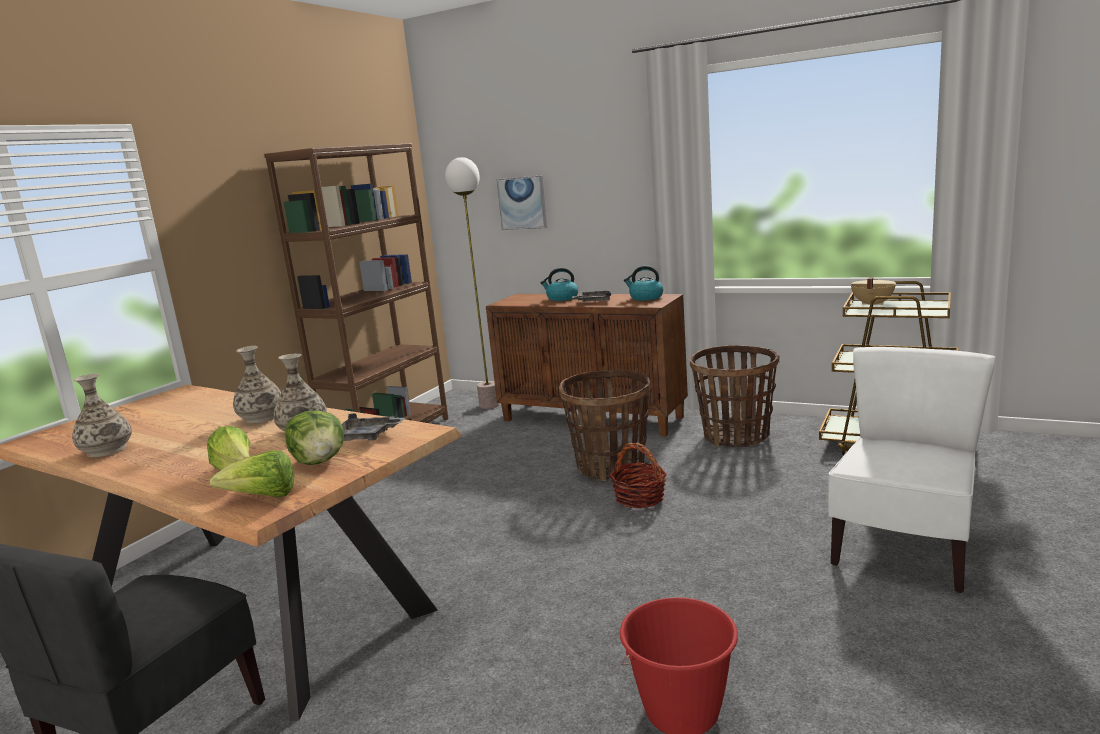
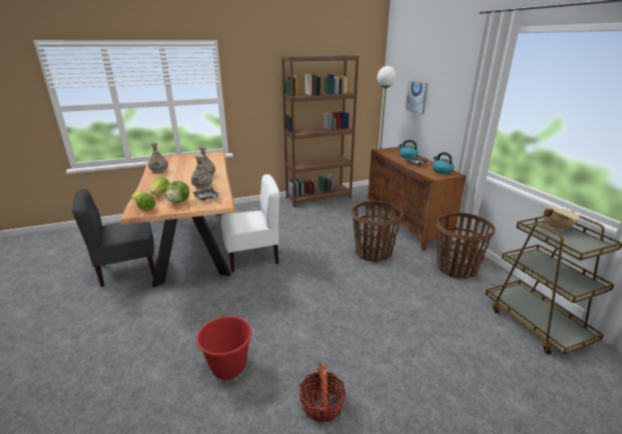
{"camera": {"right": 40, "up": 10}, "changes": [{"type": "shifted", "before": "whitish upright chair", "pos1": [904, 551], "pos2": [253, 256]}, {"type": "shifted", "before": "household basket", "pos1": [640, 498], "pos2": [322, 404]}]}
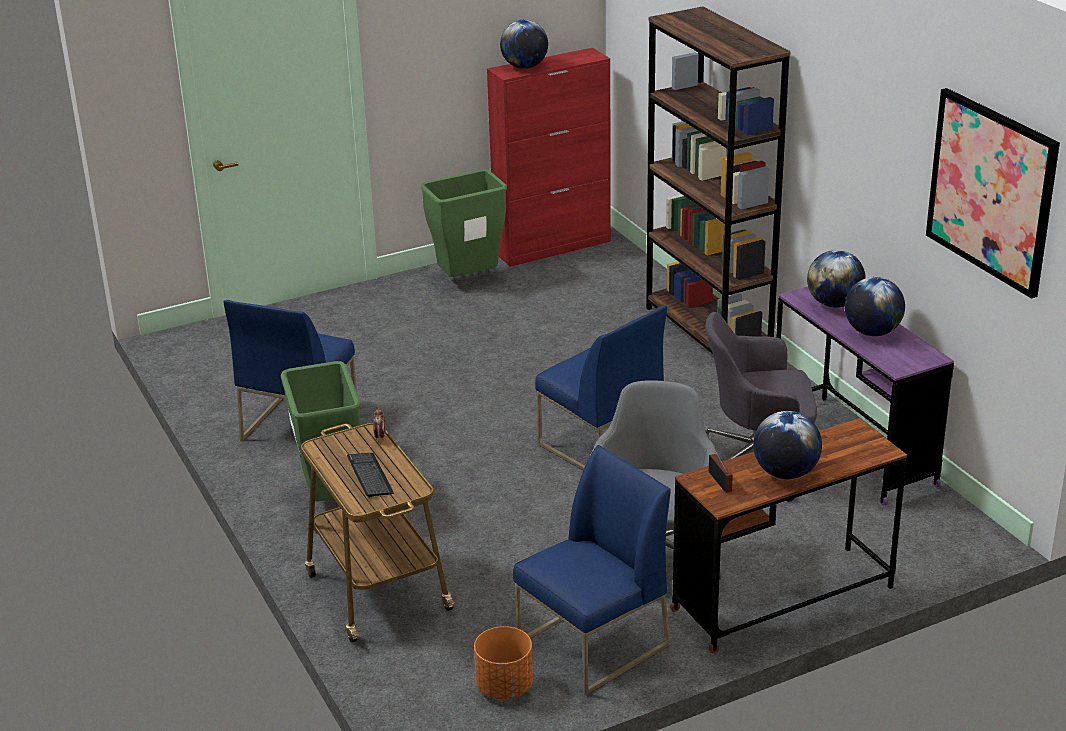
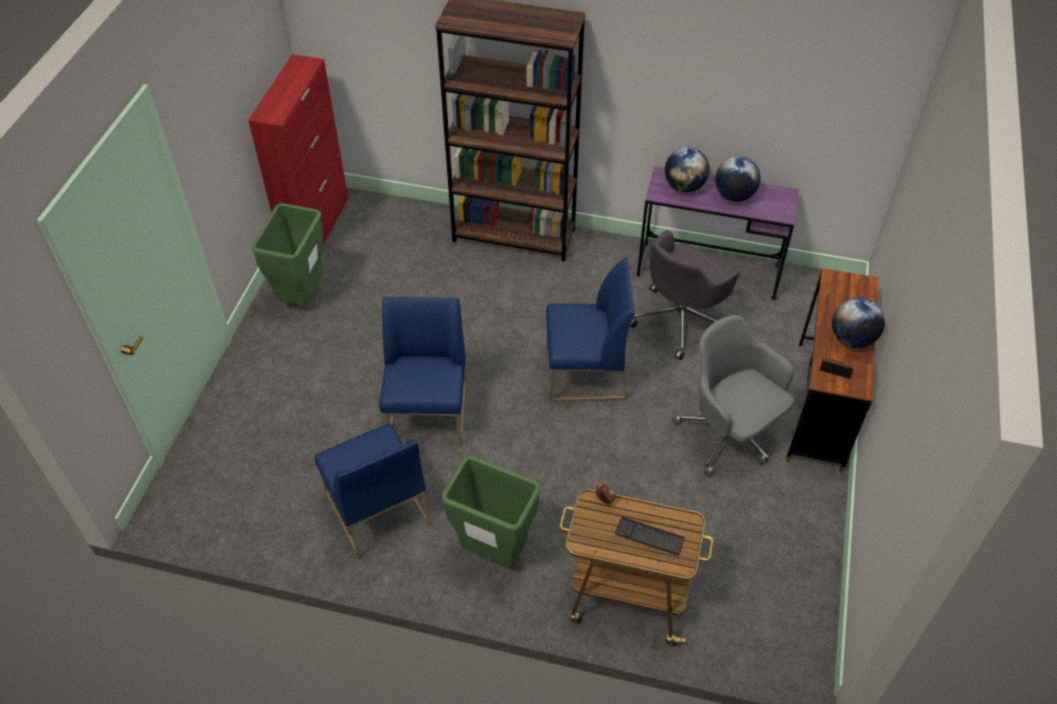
{"camera": {"right": -50, "up": 20}, "changes": [{"type": "shifted", "before": "bluish upright chair", "pos1": [593, 645], "pos2": [428, 414]}, {"type": "gone", "before": "orange planter", "pos1": [505, 686]}, {"type": "gone", "before": "world globe", "pos1": [524, 67]}, {"type": "gone", "before": "wall picture", "pos1": [991, 191]}]}
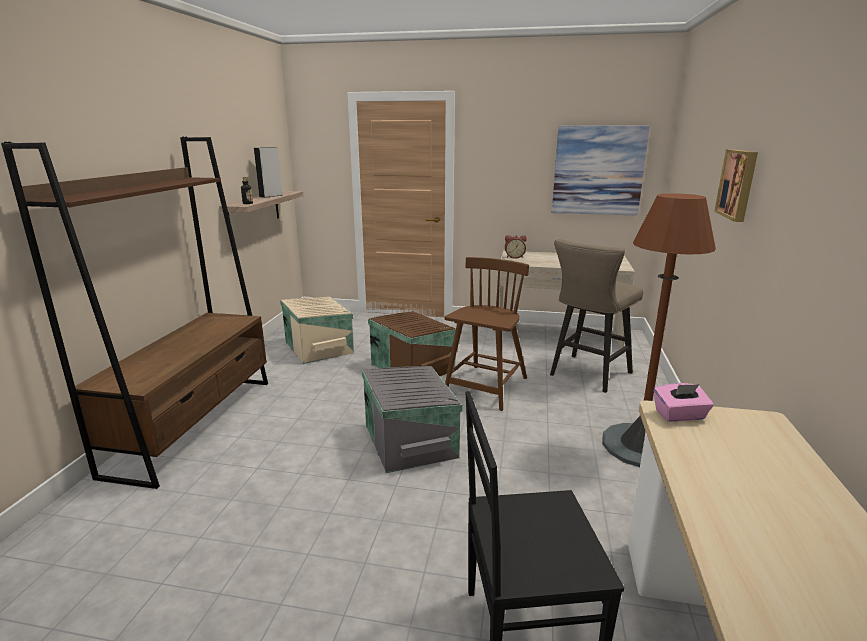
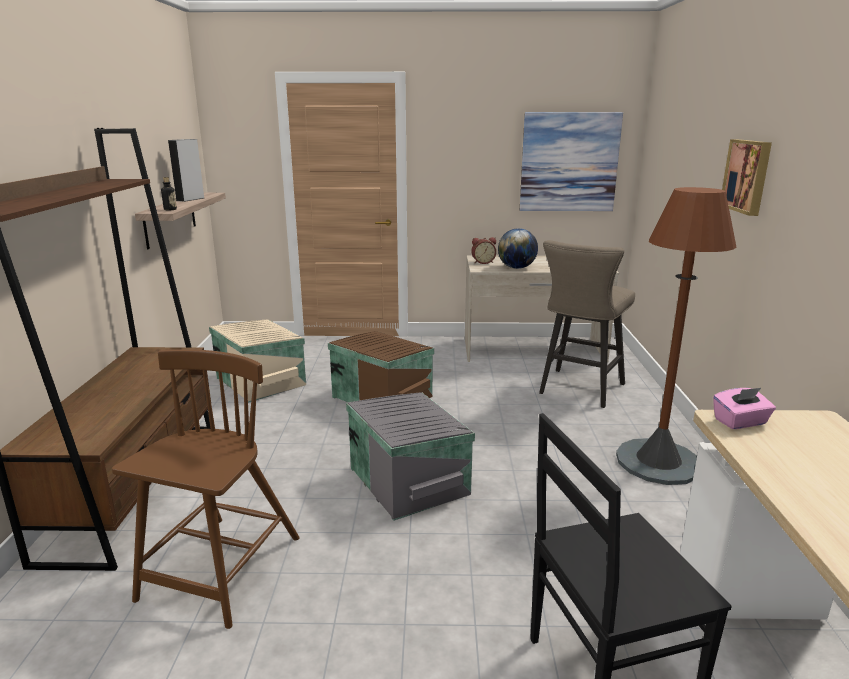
{"camera": {"right": -10, "up": 0}, "changes": [{"type": "shifted", "before": "brown upright chair", "pos1": [486, 388], "pos2": [220, 570]}, {"type": "new", "after": "world globe", "pos2": [516, 268]}]}
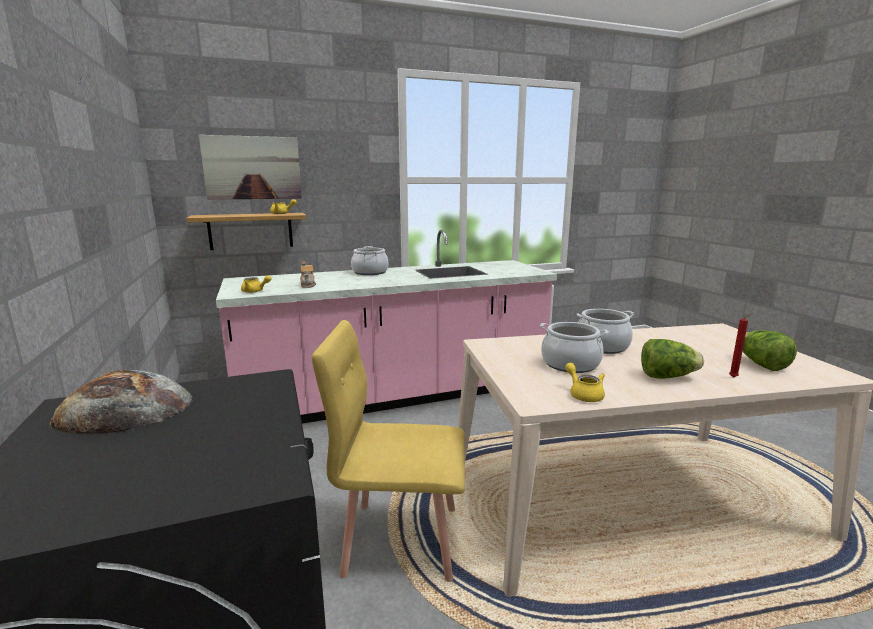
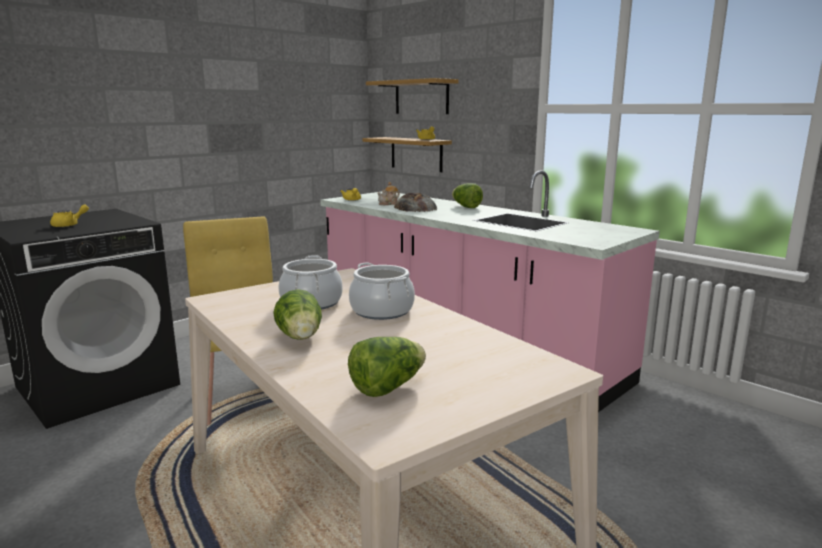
{"camera": {"right": 65, "up": 0}, "changes": [{"type": "shifted", "before": "yellow tea pot", "pos1": [584, 394], "pos2": [69, 225]}, {"type": "swapped", "before": "wall picture", "after": "shelf", "pos1": [252, 168], "pos2": [421, 97]}, {"type": "shifted", "before": "bread", "pos1": [125, 409], "pos2": [415, 208]}, {"type": "swapped", "before": "cooking pot", "after": "lettuce head", "pos1": [370, 272], "pos2": [466, 207]}, {"type": "gone", "before": "red wax light", "pos1": [734, 377]}]}
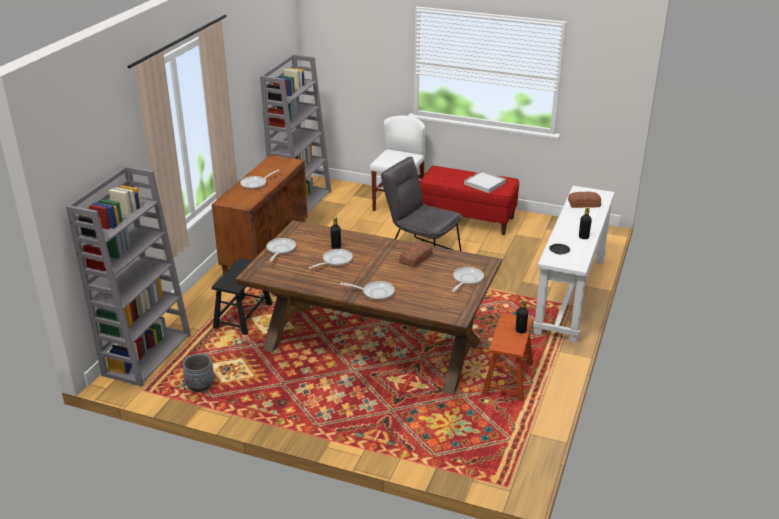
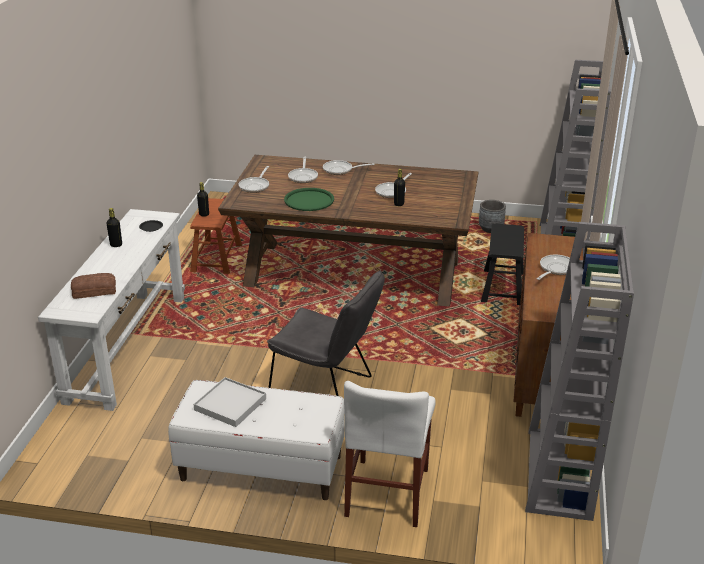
{"camera": {"right": 170, "up": 0}, "changes": [{"type": "repainted", "before": "red bench", "after": "whitish bench", "pos1": [467, 219], "pos2": [261, 468]}, {"type": "swapped", "before": "bread", "after": "green serving tray", "pos1": [416, 258], "pos2": [309, 200]}, {"type": "shifted", "before": "frying pan", "pos1": [280, 250], "pos2": [303, 177]}]}
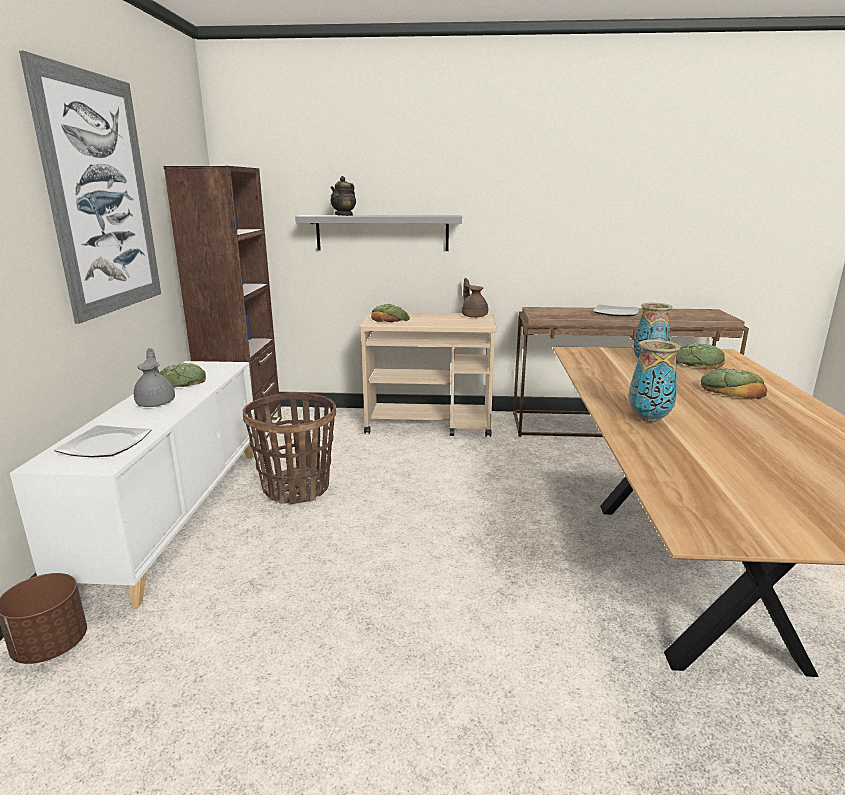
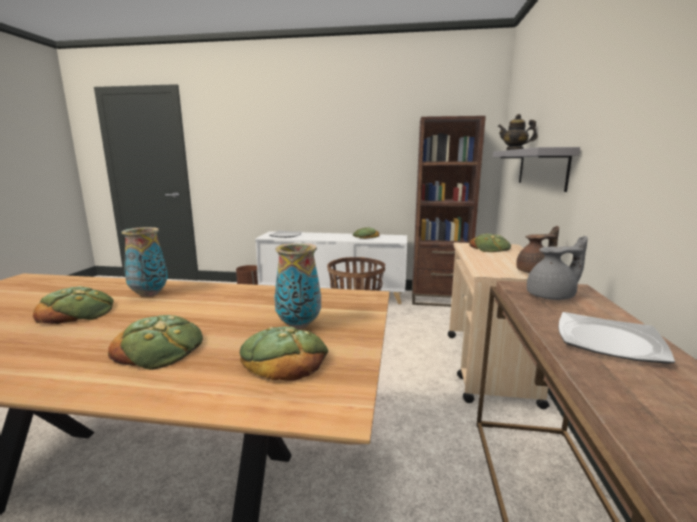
{"camera": {"right": 95, "up": -5}, "changes": [{"type": "new", "after": "bread", "pos2": [77, 312]}, {"type": "shifted", "before": "greyish tea pot", "pos1": [156, 402], "pos2": [552, 296]}, {"type": "gone", "before": "wall picture", "pos1": [101, 195]}]}
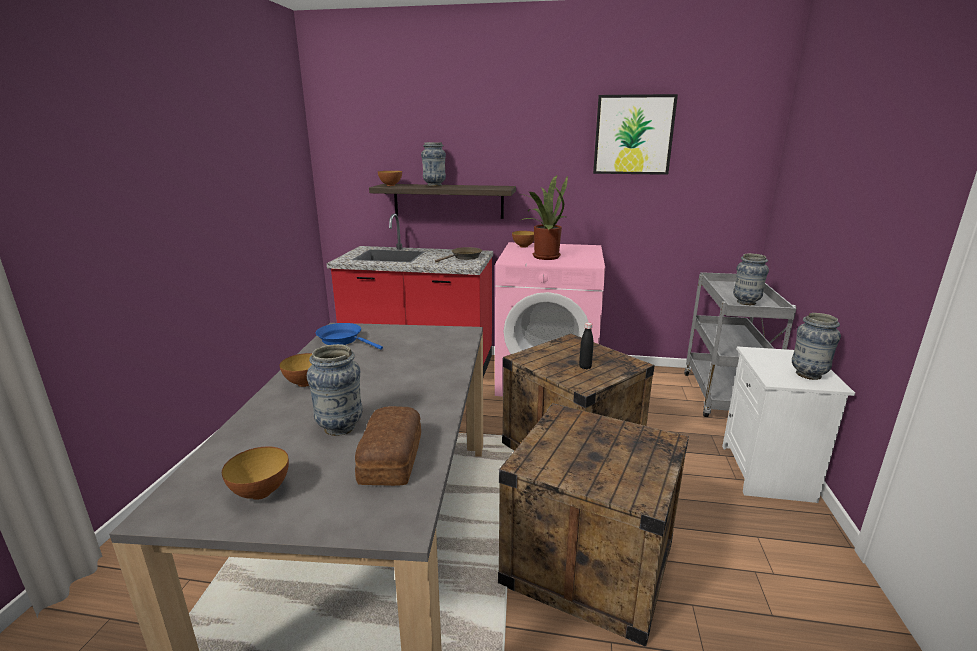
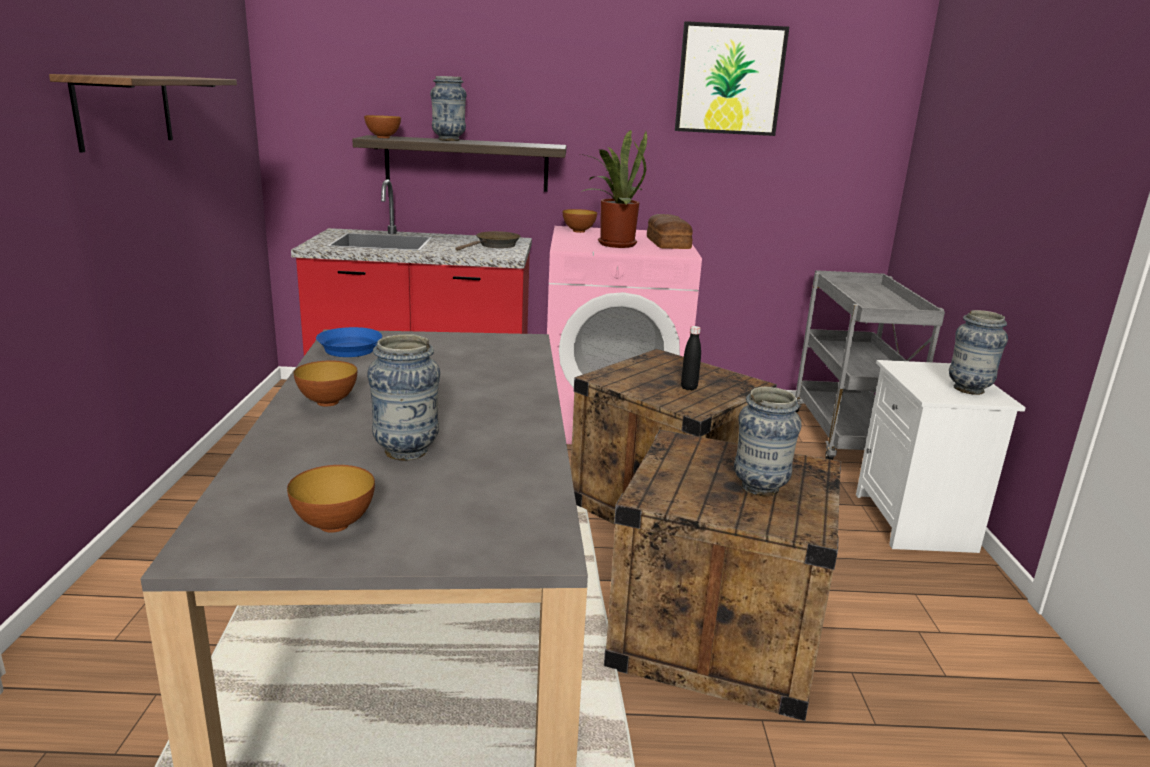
{"camera": {"right": -10, "up": 0}, "changes": [{"type": "new", "after": "shelf", "pos2": [124, 110]}, {"type": "shifted", "before": "bread", "pos1": [389, 459], "pos2": [667, 243]}, {"type": "shifted", "before": "vase", "pos1": [746, 302], "pos2": [759, 488]}]}
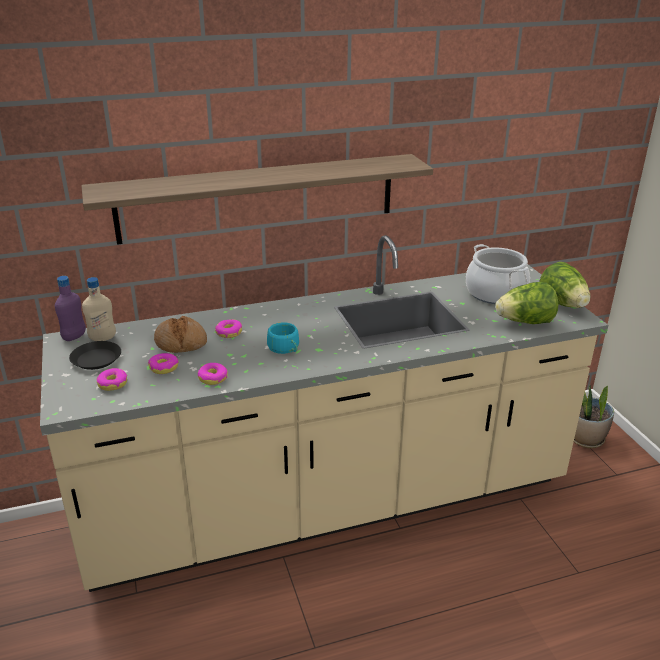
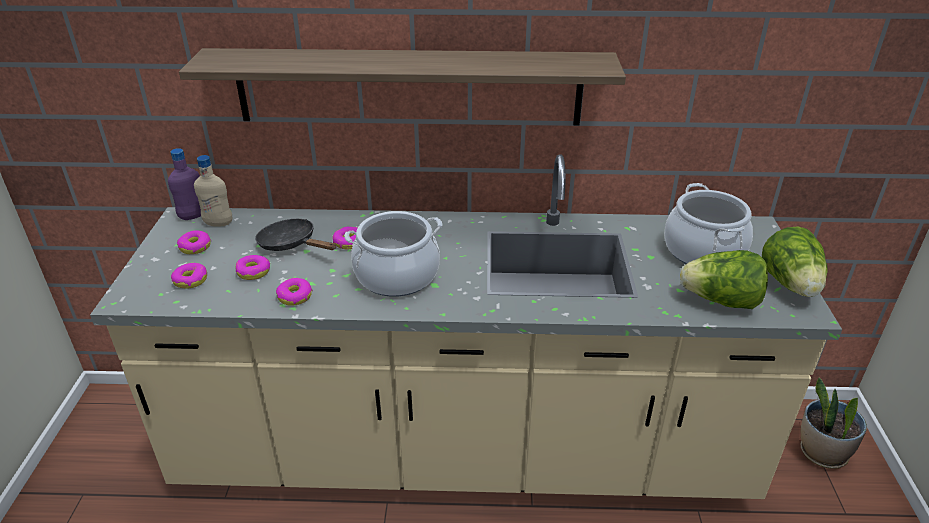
{"camera": {"right": 20, "up": 5}, "changes": [{"type": "swapped", "before": "black plate", "after": "doughnut", "pos1": [96, 359], "pos2": [195, 247]}, {"type": "swapped", "before": "bread", "after": "black frying pan", "pos1": [181, 342], "pos2": [291, 244]}, {"type": "swapped", "before": "turquoise drinking cup", "after": "cooking pot", "pos1": [285, 348], "pos2": [397, 276]}]}
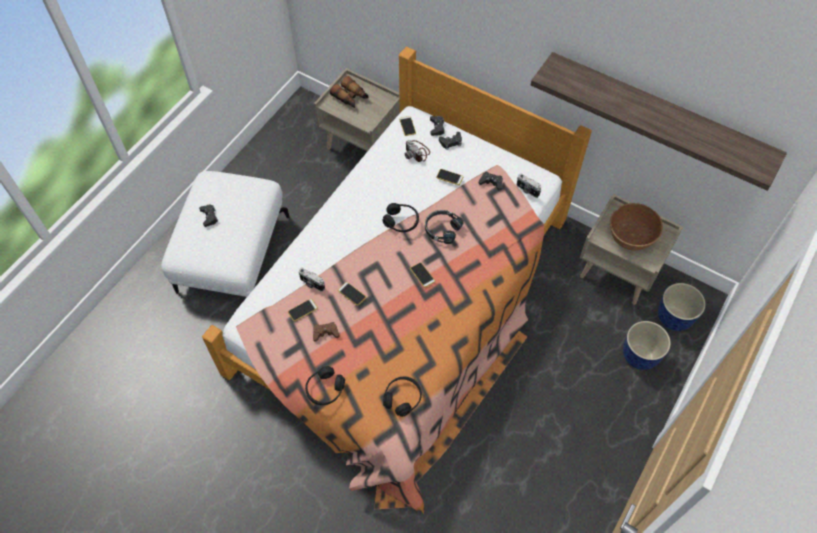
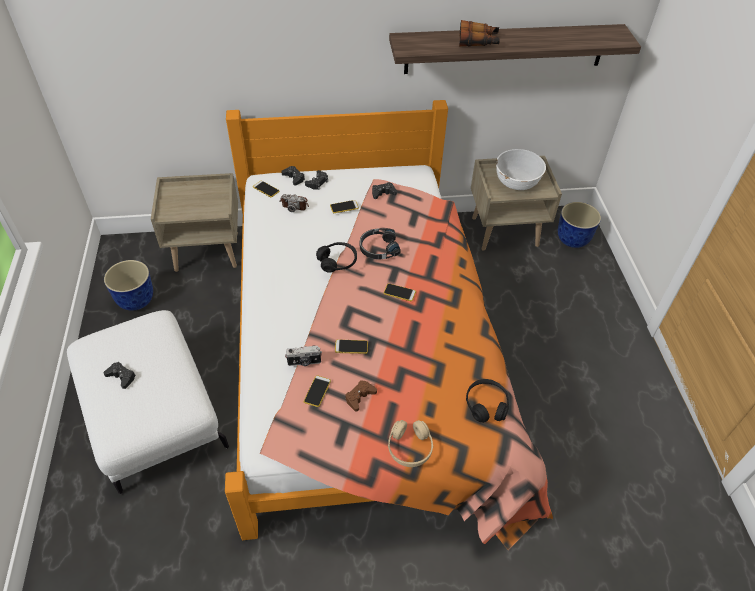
{"camera": {"right": -40, "up": -10}, "changes": [{"type": "shifted", "before": "planter", "pos1": [639, 355], "pos2": [136, 300]}, {"type": "repainted", "before": "black headset", "after": "beige-coloured headset", "pos1": [325, 389], "pos2": [410, 447]}, {"type": "shifted", "before": "field glasses", "pos1": [351, 97], "pos2": [478, 41]}, {"type": "repainted", "before": "brown serving bowl", "after": "whitish serving bowl", "pos1": [630, 237], "pos2": [517, 182]}, {"type": "gone", "before": "still camera", "pos1": [527, 190]}]}
